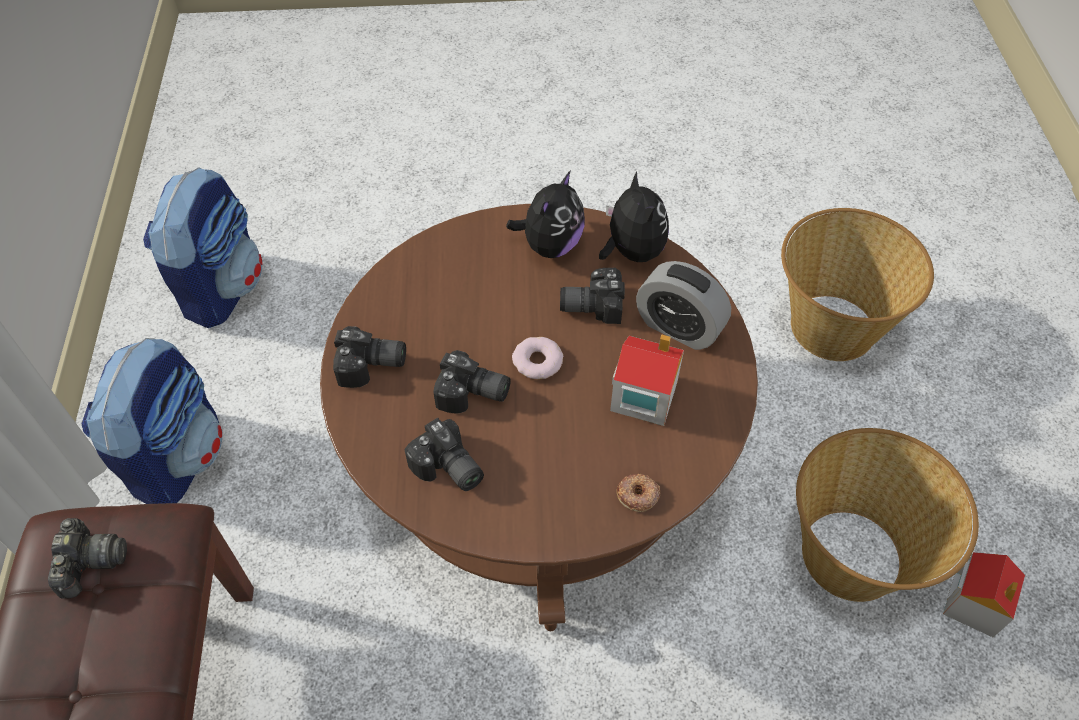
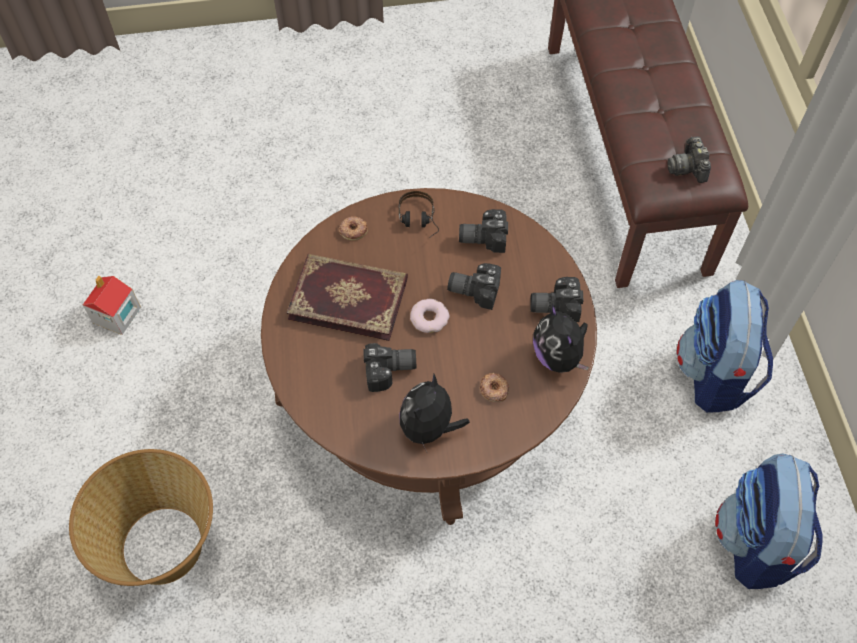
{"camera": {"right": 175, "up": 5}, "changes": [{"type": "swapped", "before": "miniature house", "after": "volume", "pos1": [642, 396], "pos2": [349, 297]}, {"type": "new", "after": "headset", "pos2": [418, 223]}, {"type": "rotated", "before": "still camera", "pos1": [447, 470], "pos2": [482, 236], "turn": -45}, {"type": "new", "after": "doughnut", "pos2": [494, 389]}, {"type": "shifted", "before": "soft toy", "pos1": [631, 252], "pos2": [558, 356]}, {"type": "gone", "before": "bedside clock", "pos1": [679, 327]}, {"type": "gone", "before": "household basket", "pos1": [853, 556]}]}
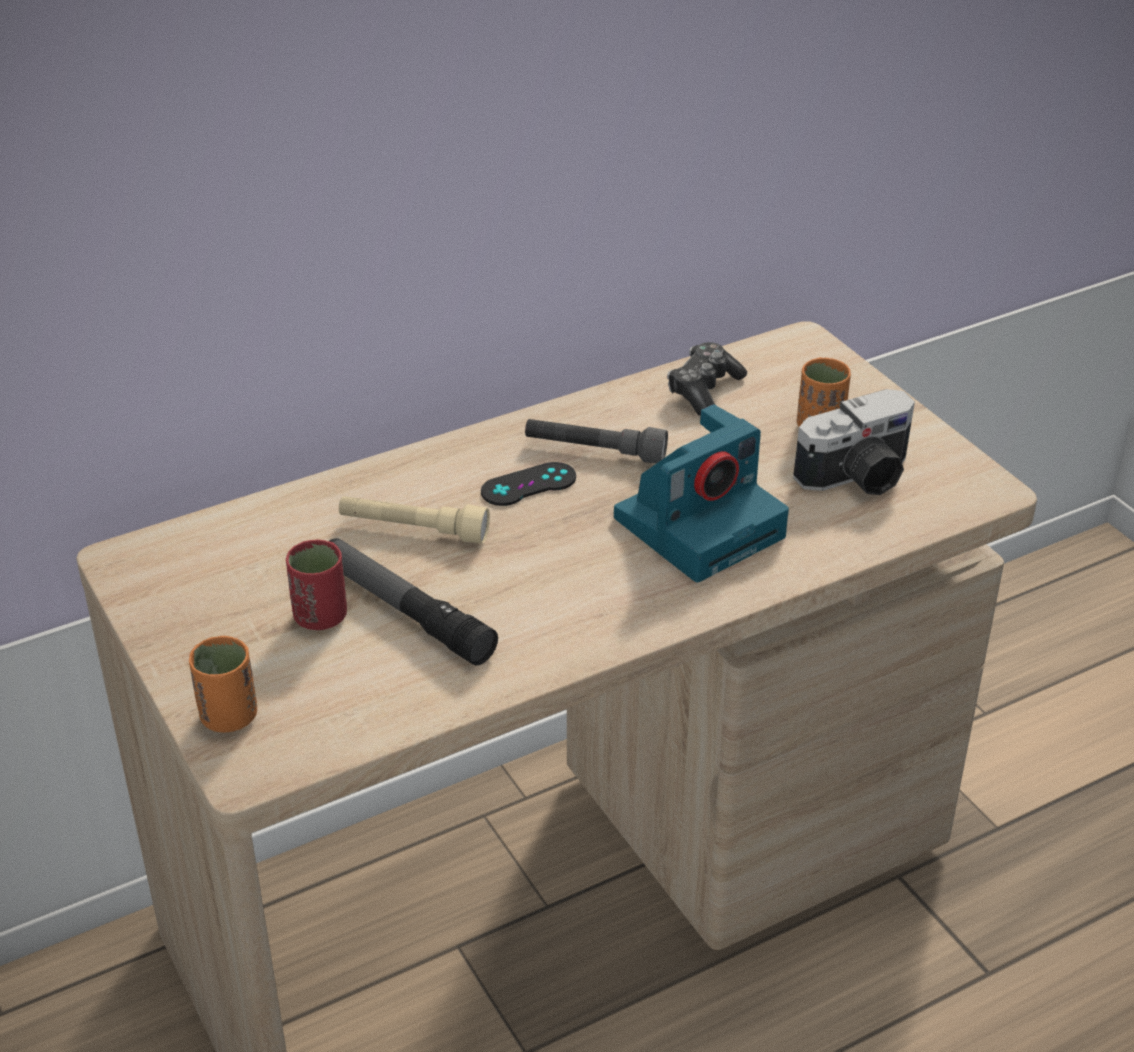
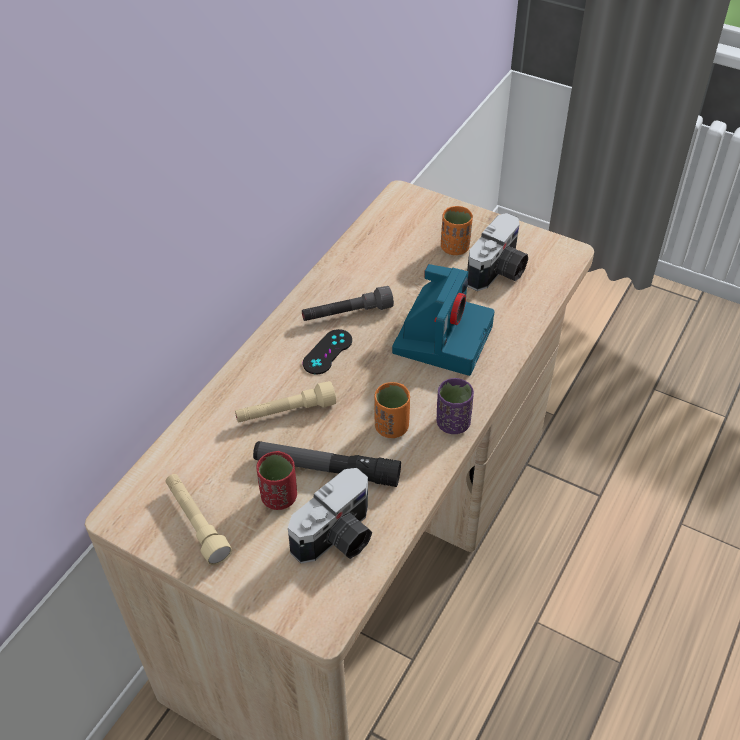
{"camera": {"right": -30, "up": 10}, "changes": [{"type": "new", "after": "beige-coloured torch", "pos2": [196, 523]}, {"type": "new", "after": "still camera", "pos2": [339, 538]}, {"type": "shifted", "before": "orange drinking cup", "pos1": [228, 717], "pos2": [391, 427]}, {"type": "new", "after": "purple drinking cup", "pos2": [453, 423]}, {"type": "gone", "before": "gamepad", "pos1": [704, 390]}]}
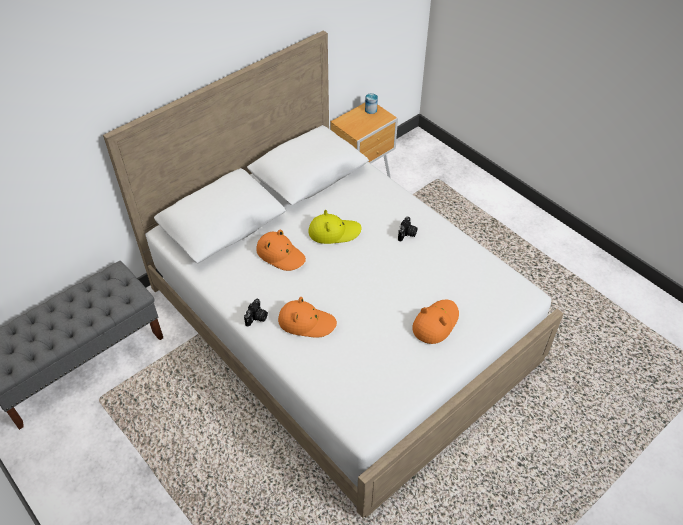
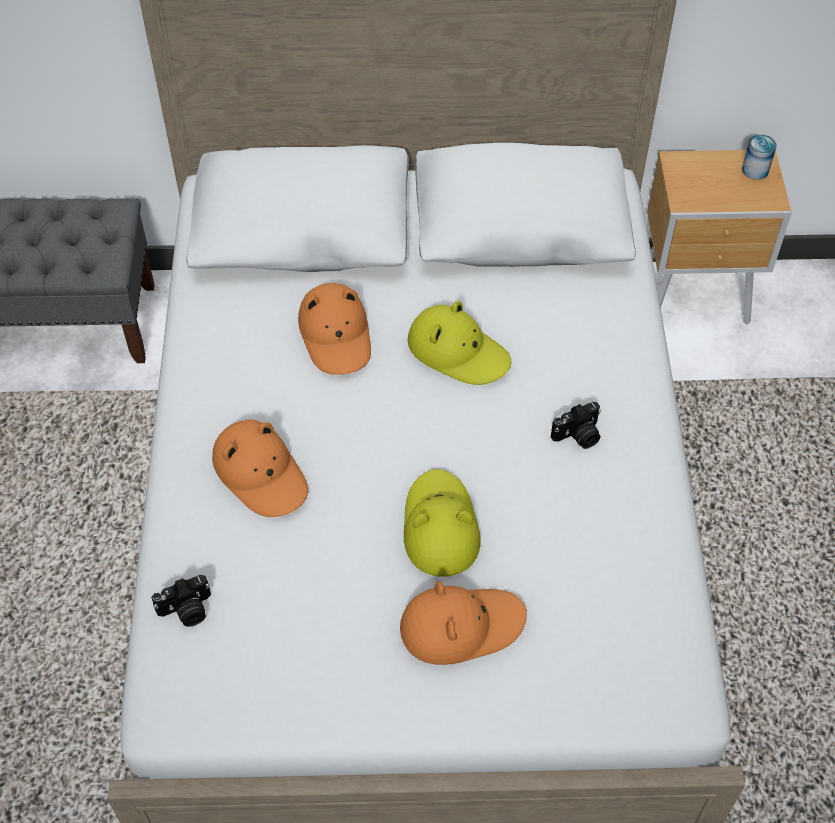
{"camera": {"right": 40, "up": 5}, "changes": [{"type": "shifted", "before": "still camera", "pos1": [257, 318], "pos2": [186, 611]}, {"type": "new", "after": "yellow wearable hat", "pos2": [440, 527]}]}
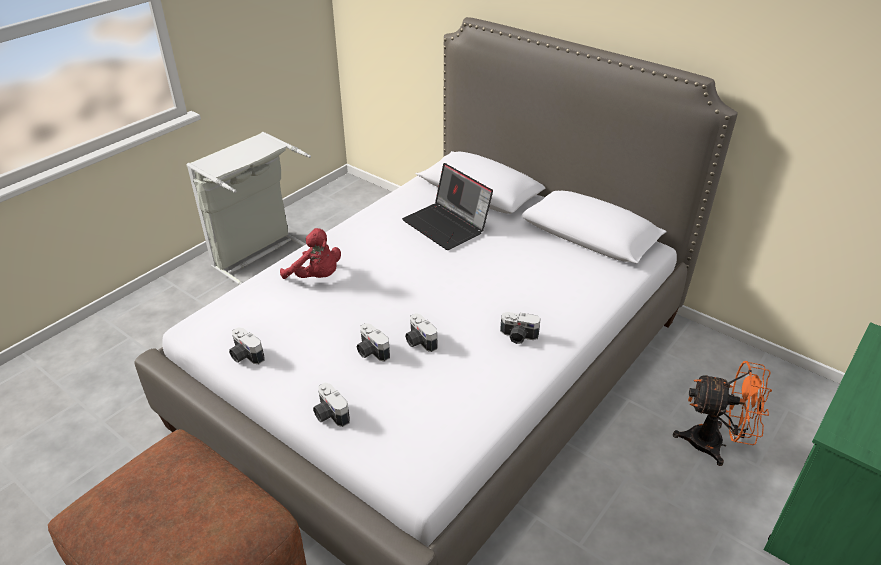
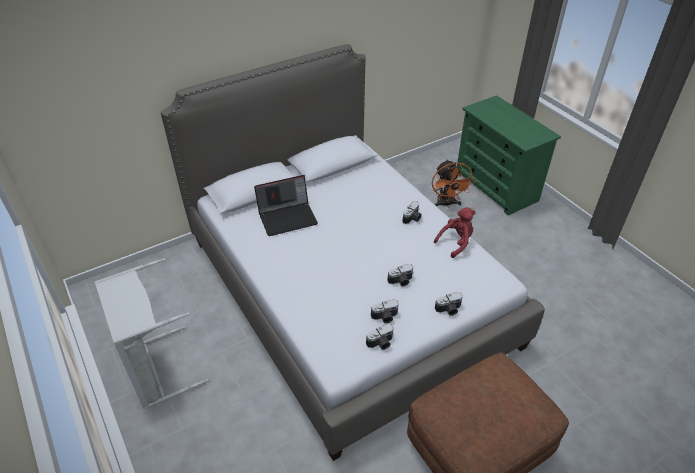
{"camera": {"right": -70, "up": 5}, "changes": [{"type": "shifted", "before": "still camera", "pos1": [419, 341], "pos2": [385, 317]}, {"type": "rotated", "before": "orange electric fan", "pos1": [714, 444], "pos2": [446, 204], "turn": 135}, {"type": "shifted", "before": "red soft toy", "pos1": [316, 277], "pos2": [456, 242]}]}
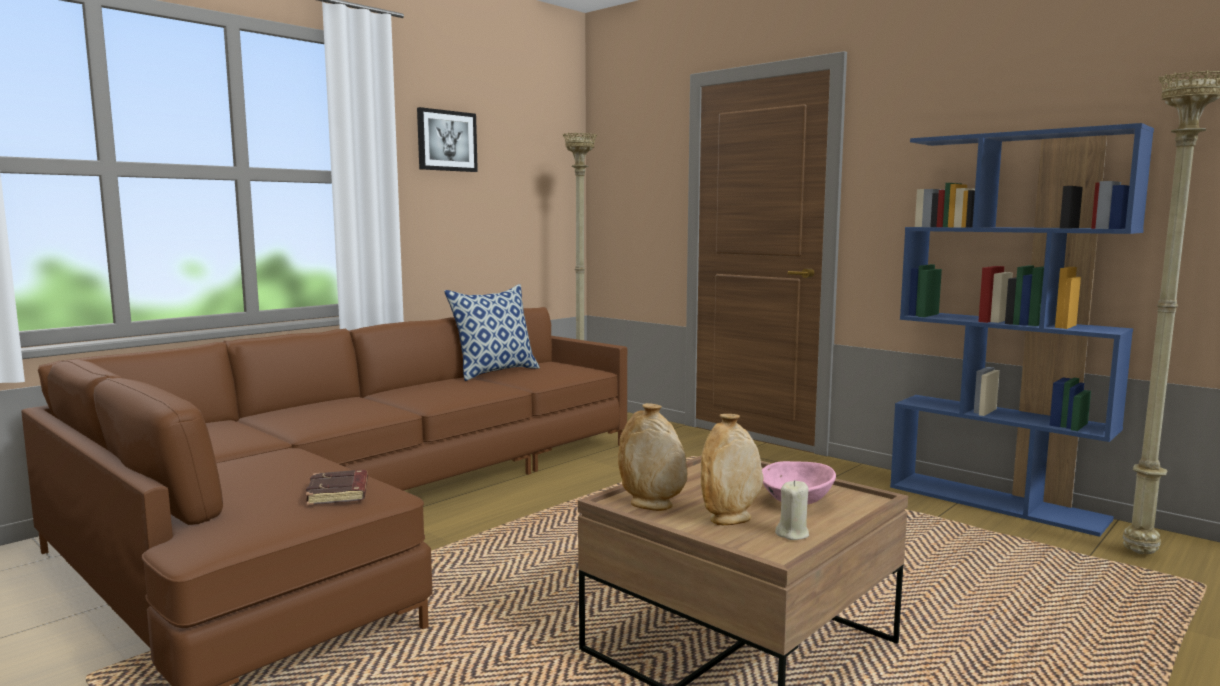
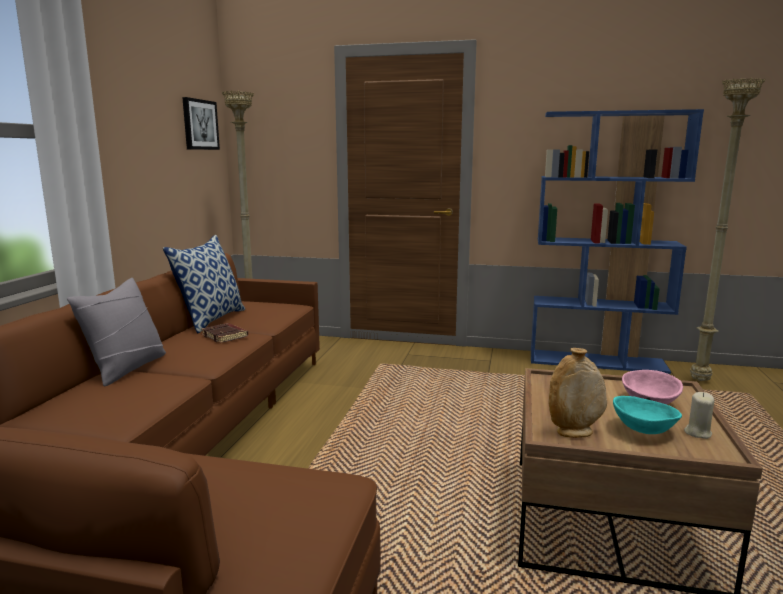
{"camera": {"right": -30, "up": 5}, "changes": [{"type": "new", "after": "greyish pillow", "pos2": [126, 368]}, {"type": "shifted", "before": "wall picture", "pos1": [446, 141], "pos2": [200, 124]}, {"type": "shifted", "before": "brown volume", "pos1": [339, 493], "pos2": [225, 336]}, {"type": "swapped", "before": "beige-coloured vase", "after": "turquoise serving bowl", "pos1": [730, 519], "pos2": [643, 430]}]}
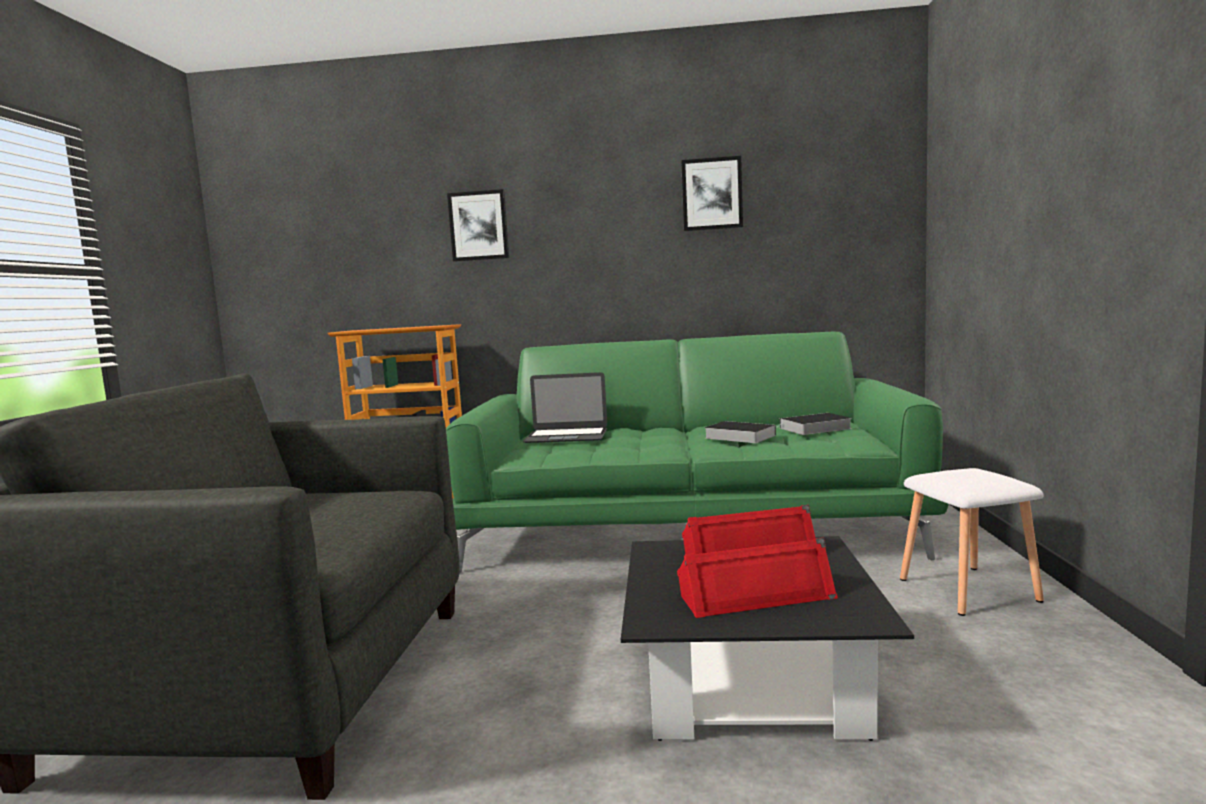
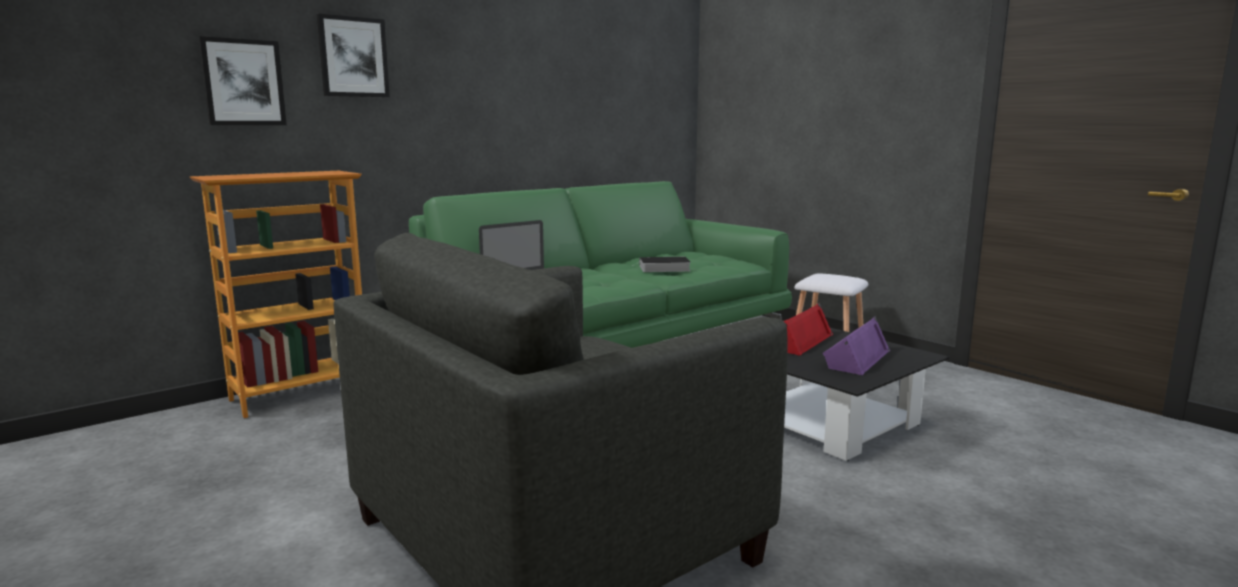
{"camera": {"right": -45, "up": 5}, "changes": [{"type": "shifted", "before": "wall picture", "pos1": [712, 194], "pos2": [243, 82]}, {"type": "repainted", "before": "red loudspeaker", "after": "purple loudspeaker", "pos1": [755, 594], "pos2": [855, 358]}, {"type": "gone", "before": "volume", "pos1": [814, 428]}]}
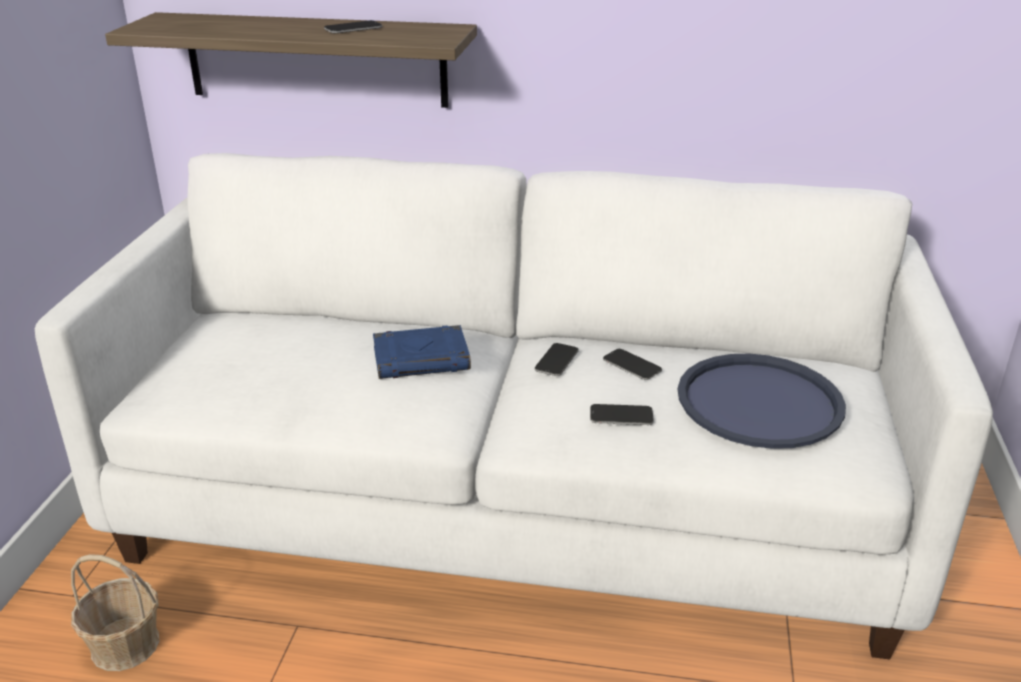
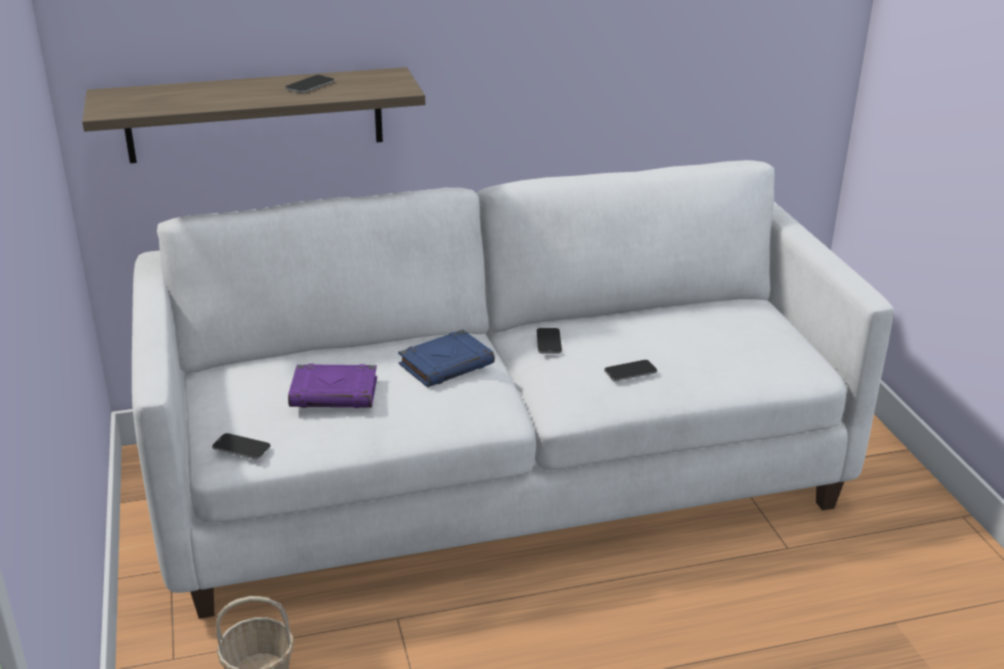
{"camera": {"right": -25, "up": 0}, "changes": [{"type": "shifted", "before": "phone", "pos1": [632, 365], "pos2": [241, 447]}, {"type": "new", "after": "purple volume", "pos2": [335, 392]}, {"type": "gone", "before": "bluish serving tray", "pos1": [759, 402]}]}
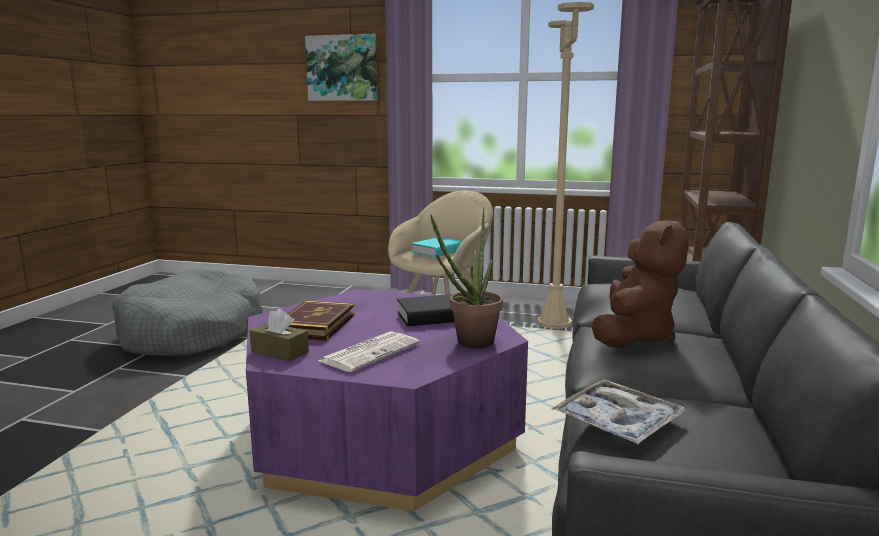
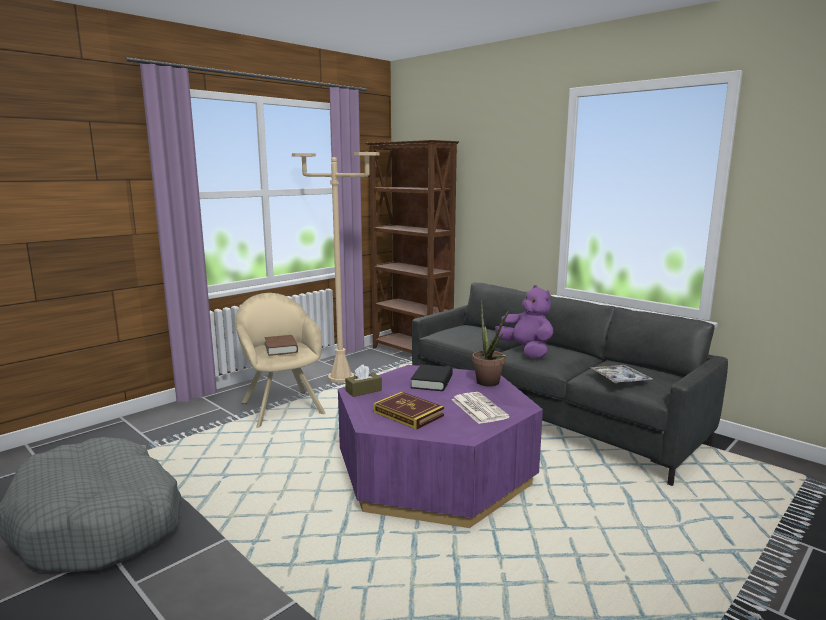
{"camera": {"right": -60, "up": 0}, "changes": [{"type": "repainted", "before": "turquoise volume", "after": "brown volume", "pos1": [437, 252], "pos2": [281, 349]}, {"type": "shifted", "before": "brown box of tissues", "pos1": [279, 352], "pos2": [363, 391]}, {"type": "repainted", "before": "brown soft toy", "after": "purple soft toy", "pos1": [634, 336], "pos2": [526, 351]}, {"type": "gone", "before": "wall picture", "pos1": [342, 68]}]}
